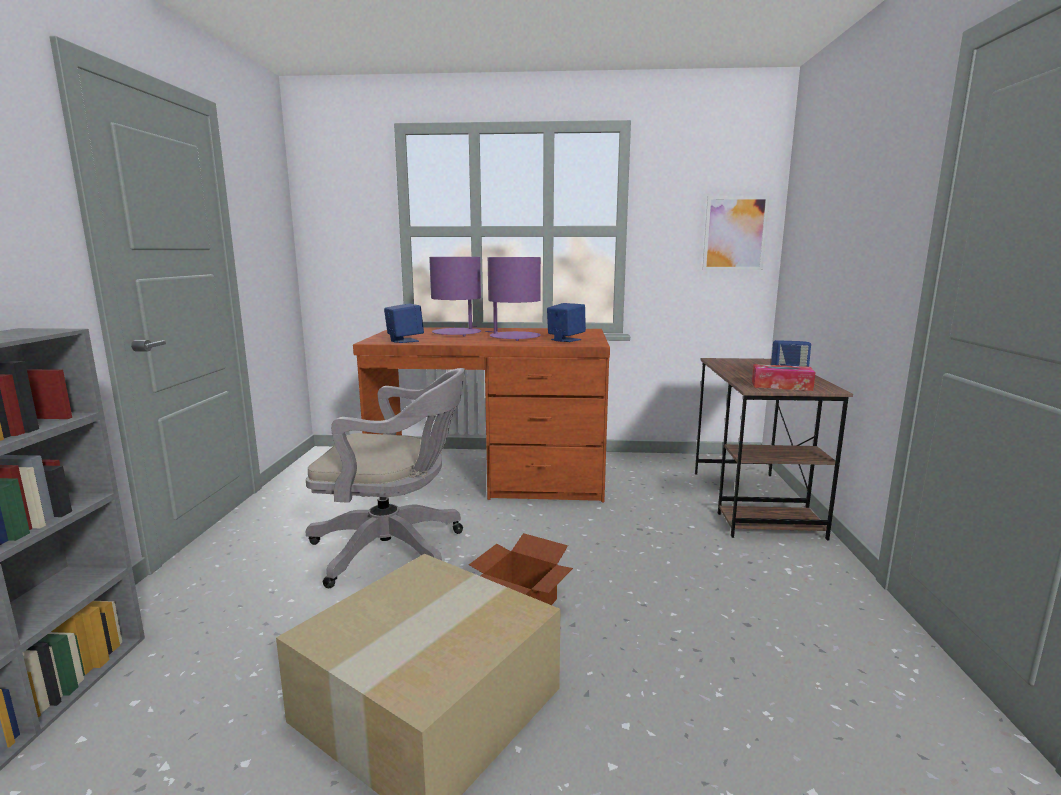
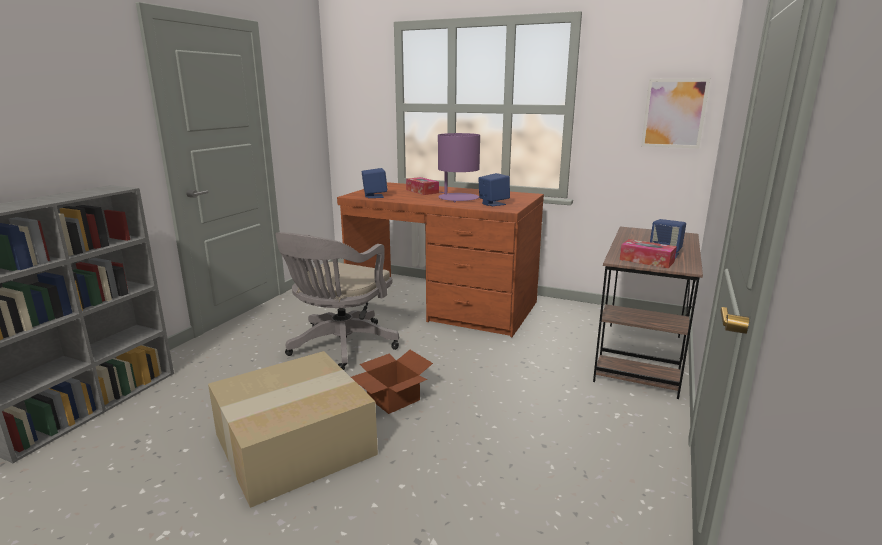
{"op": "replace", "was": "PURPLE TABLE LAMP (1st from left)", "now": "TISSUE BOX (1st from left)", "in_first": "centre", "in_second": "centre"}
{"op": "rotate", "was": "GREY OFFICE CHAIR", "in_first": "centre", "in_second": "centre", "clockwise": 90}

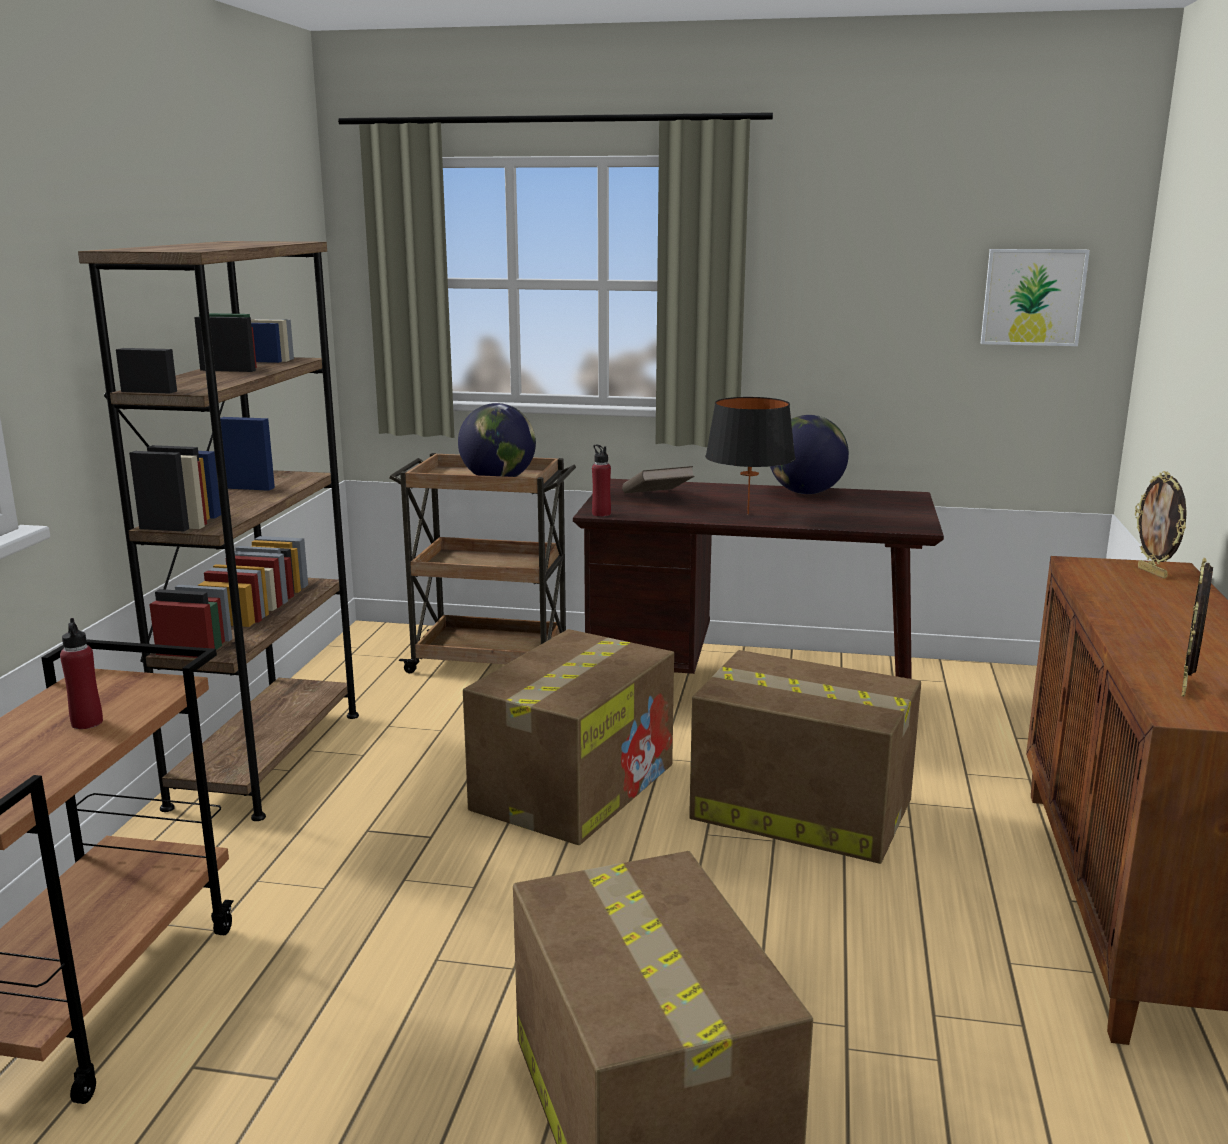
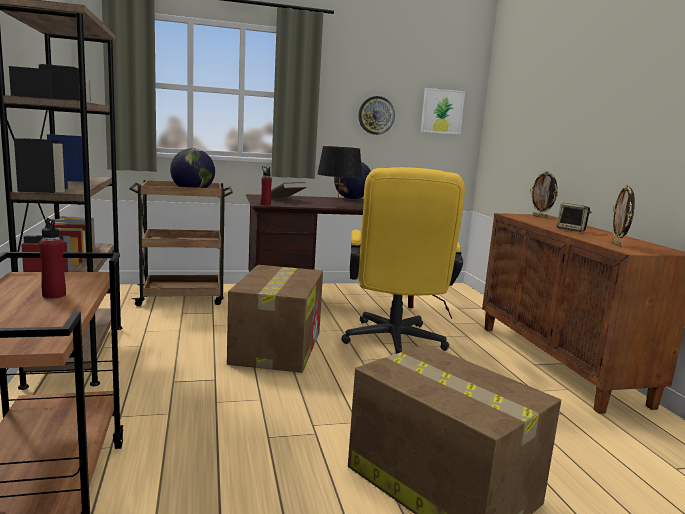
{"op": "insert", "now": "WALL CLOCK", "in_second": "top centre"}
{"op": "insert", "now": "SPEAKER", "in_second": "middle right"}
{"op": "replace", "was": "CARDBOARD BOX (3rd from left)", "now": "YELLOW OFFICE CHAIR", "in_first": "centre", "in_second": "centre"}

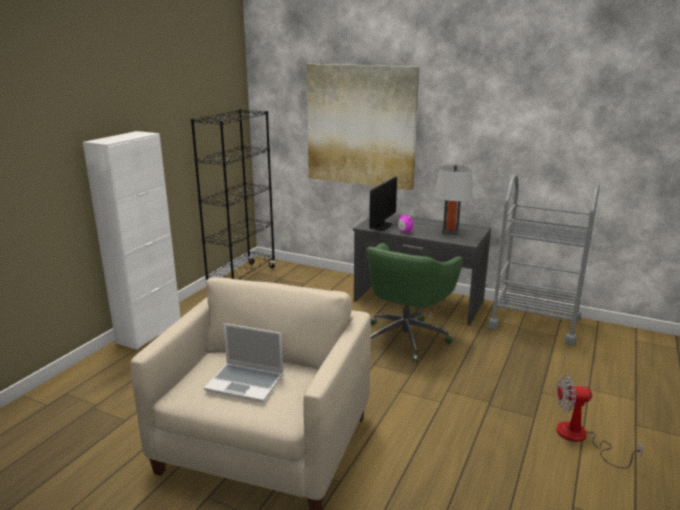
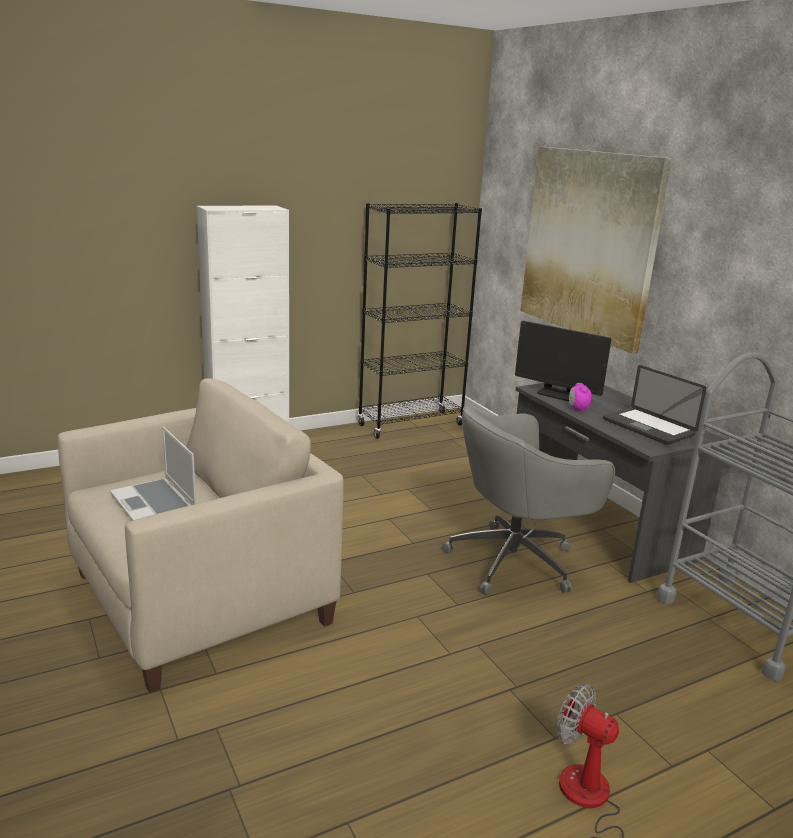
{"op": "replace", "was": "GREY TABLE LAMP", "now": "LAPTOP (2nd from left)", "in_first": "centre", "in_second": "middle right"}
{"op": "recolor", "was": "GREEN OFFICE CHAIR", "now": "GREY OFFICE CHAIR", "in_first": "centre", "in_second": "centre"}
{"op": "rotate", "was": "MONITOR", "in_first": "centre", "in_second": "middle right", "clockwise": 60}

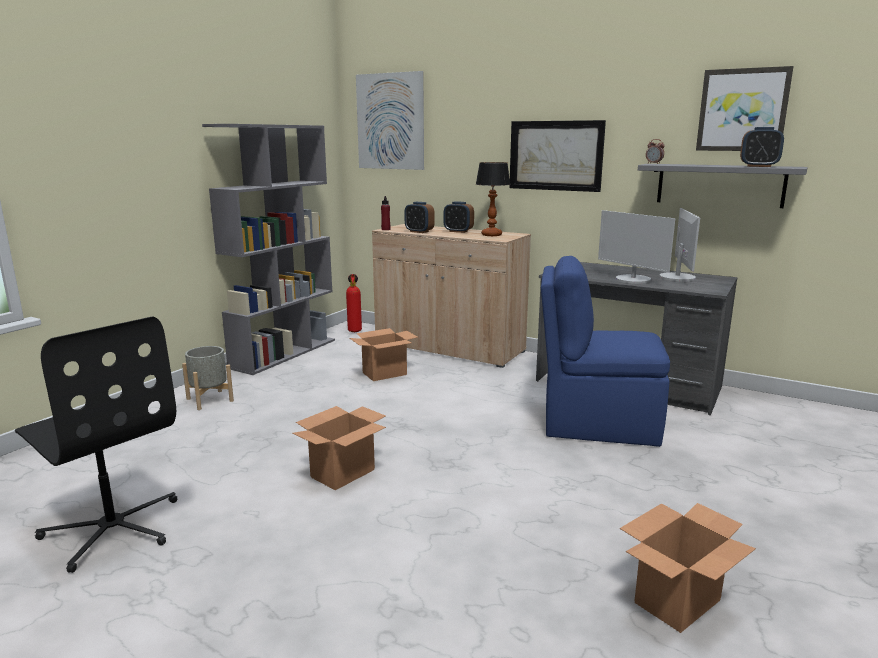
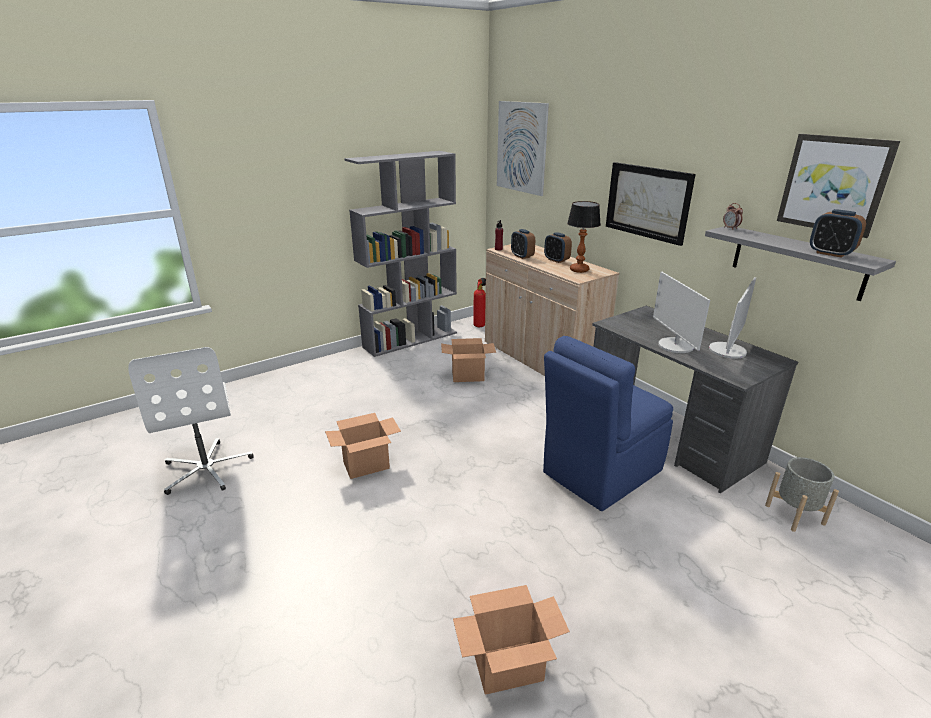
{"op": "move", "was": "GREY PLANTER", "in_first": "middle left", "in_second": "bottom right"}
{"op": "recolor", "was": "BLACK OFFICE CHAIR", "now": "WHITE OFFICE CHAIR", "in_first": "bottom left", "in_second": "middle left"}
{"op": "rotate", "was": "BLUE CHAIR", "in_first": "middle right", "in_second": "centre", "clockwise": -75}

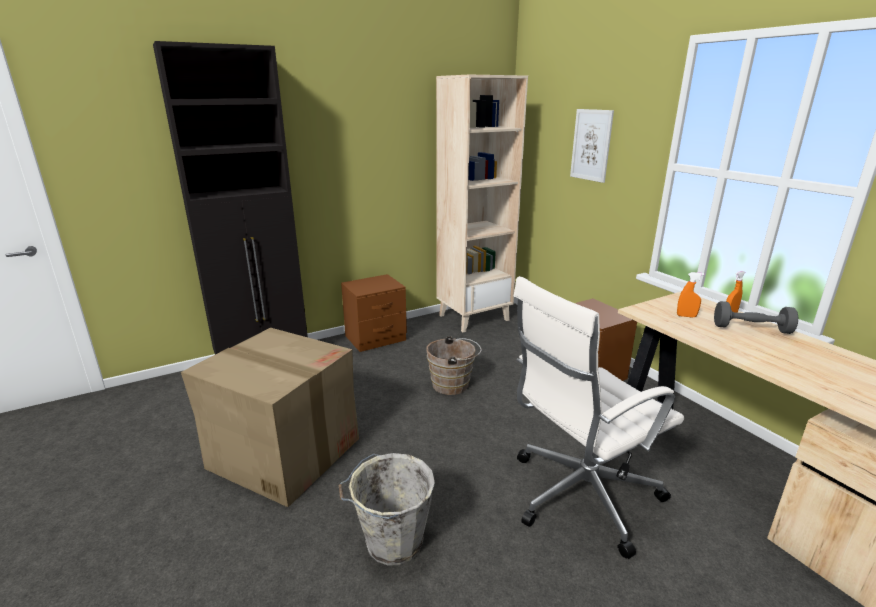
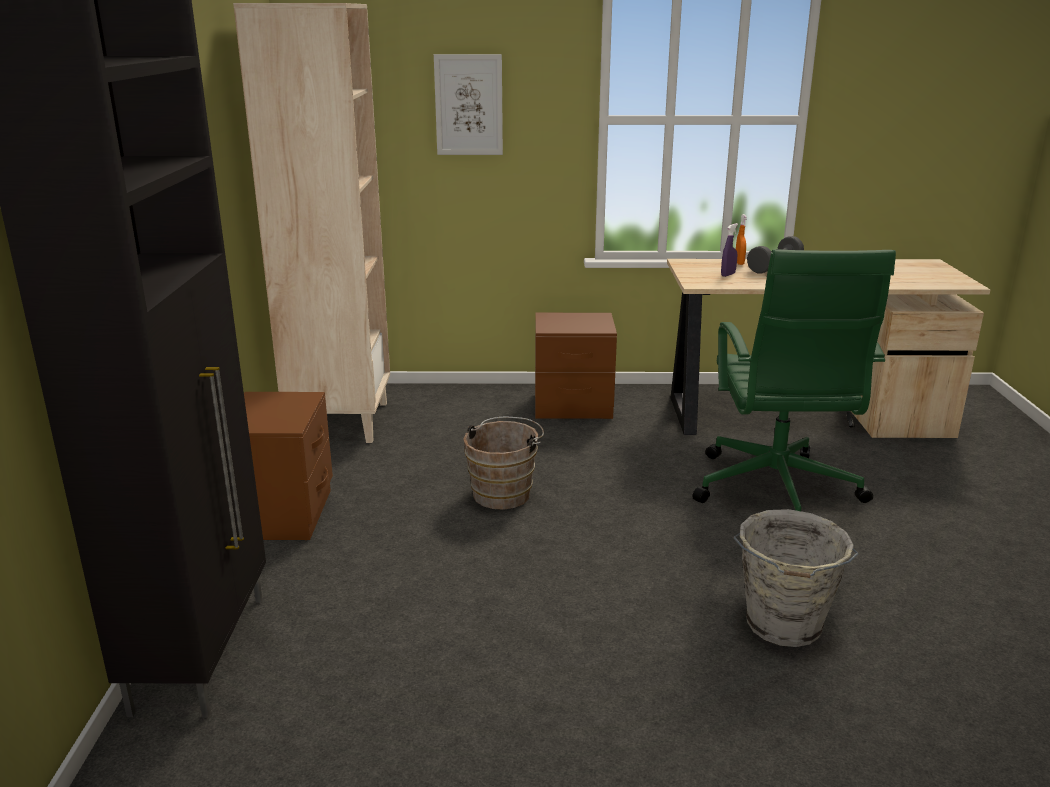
{"op": "delete", "was": "CARDBOARD BOX", "in_first": "bottom left"}
{"op": "recolor", "was": "WHITE OFFICE CHAIR", "now": "GREEN OFFICE CHAIR", "in_first": "bottom right", "in_second": "middle right"}
{"op": "recolor", "was": "ORANGE SPRAY BOTTLE (1st from left)", "now": "PURPLE SPRAY BOTTLE", "in_first": "middle right", "in_second": "top right"}

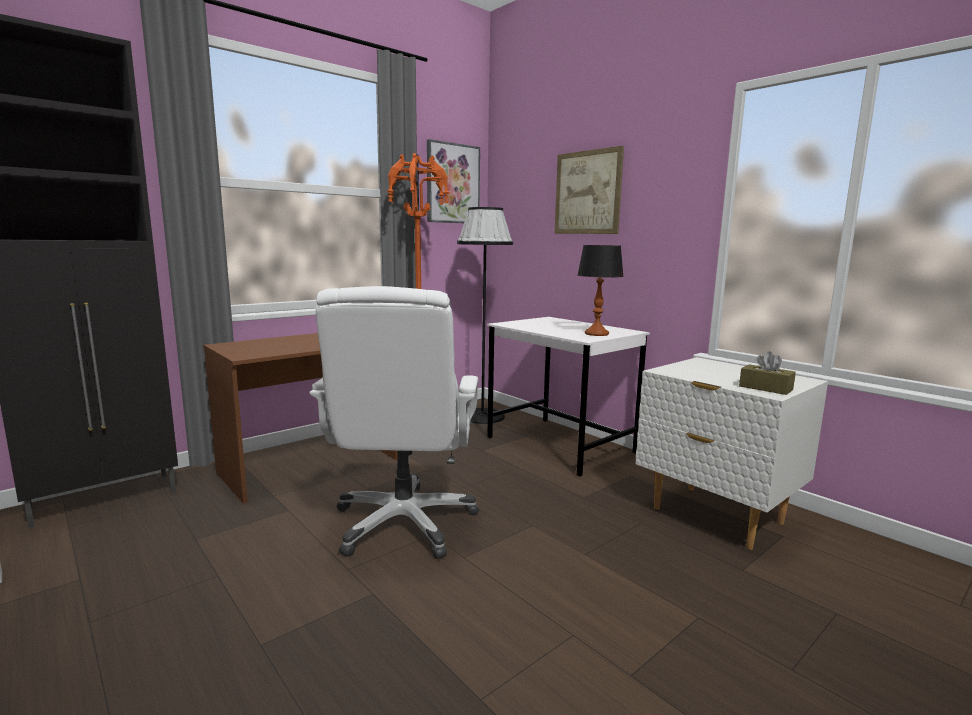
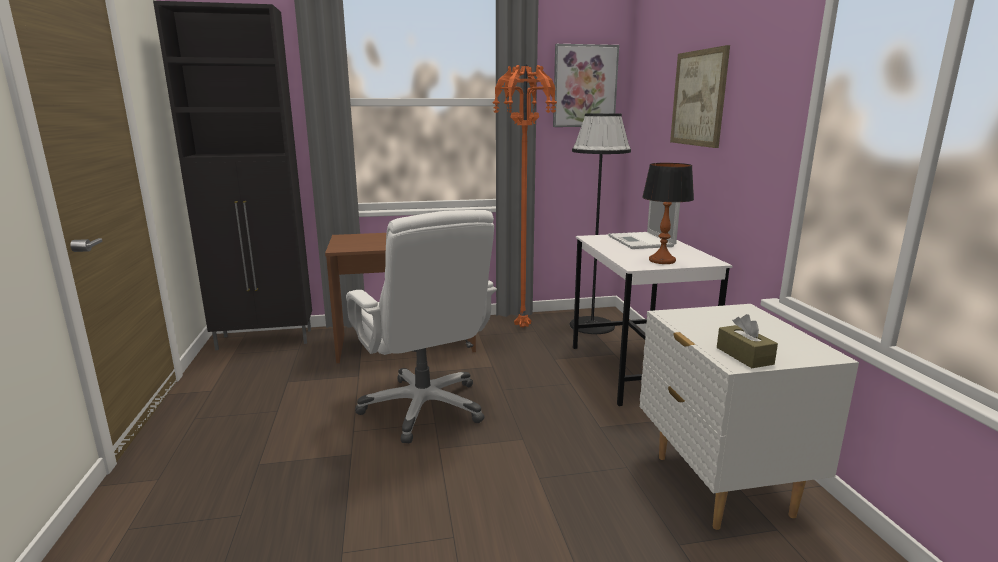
{"op": "insert", "now": "LAPTOP", "in_second": "centre"}
{"op": "rotate", "was": "WHITE OFFICE CHAIR", "in_first": "centre", "in_second": "centre", "clockwise": -60}

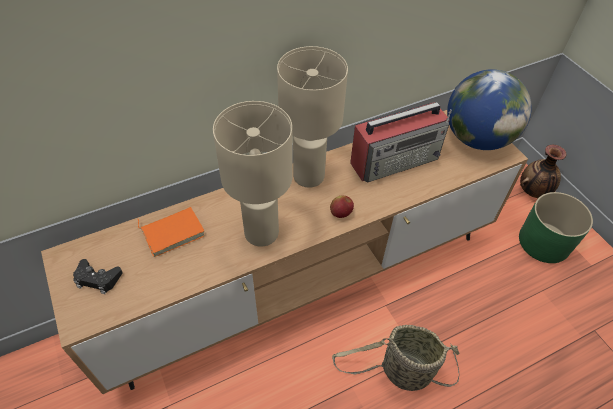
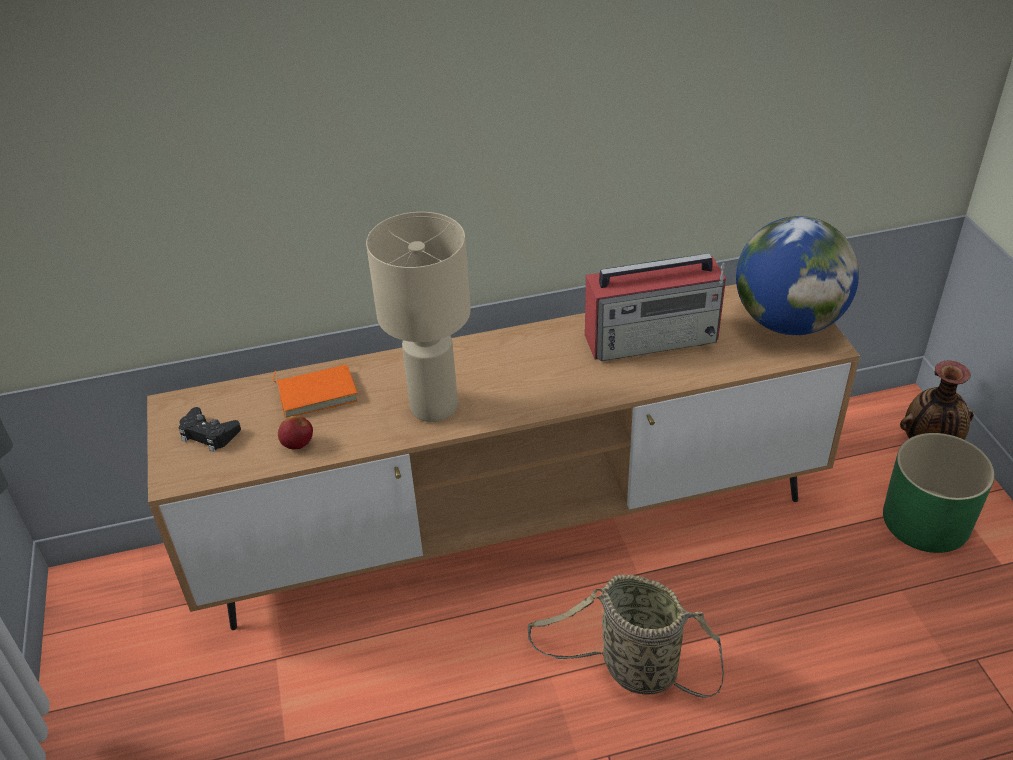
{"op": "delete", "was": "BEIGE TABLE LAMP (2nd from left)", "in_first": "top centre"}
{"op": "move", "was": "APPLE", "in_first": "centre", "in_second": "middle left"}

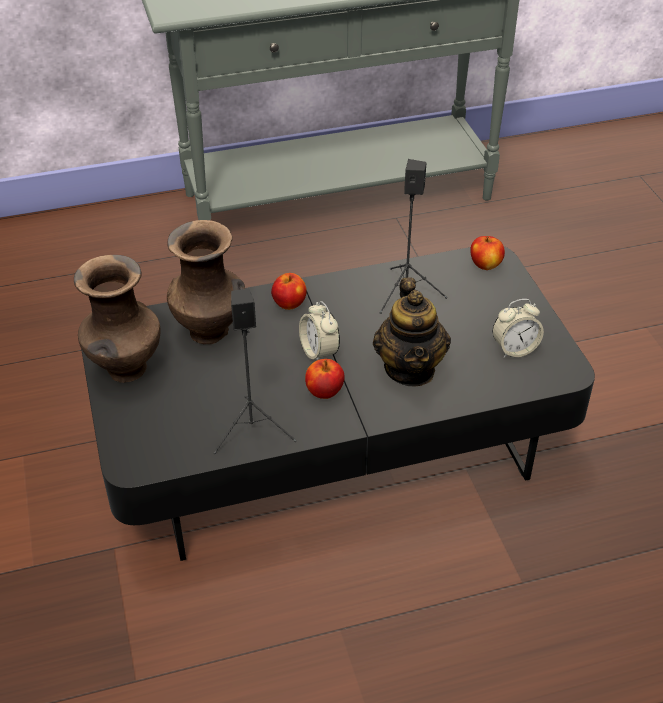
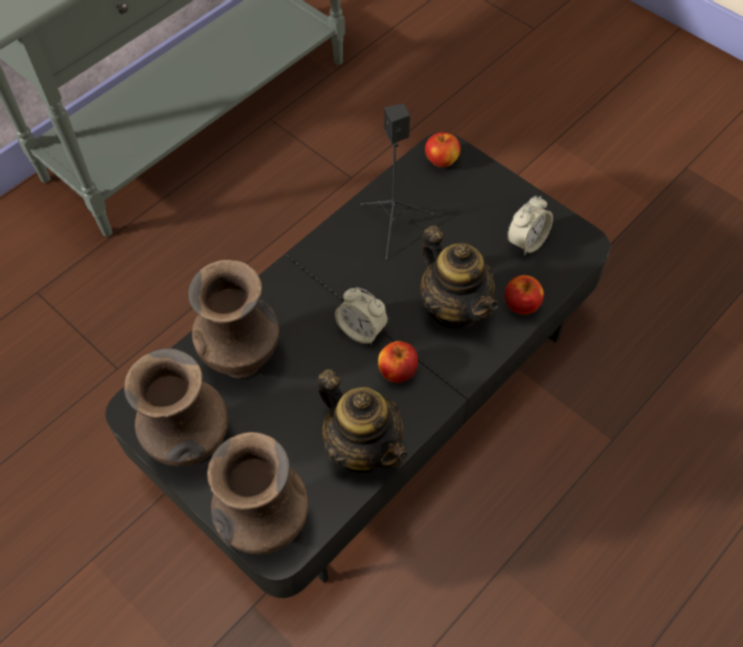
{"op": "insert", "now": "BROWN VASE (3rd from left)", "in_second": "bottom centre"}
{"op": "move", "was": "APPLE (1st from left in the first image)", "now": "APPLE (3rd from left)", "in_first": "centre", "in_second": "middle right"}
{"op": "replace", "was": "BLACK SPEAKER (1st from left)", "now": "TEAPOT (1st from left)", "in_first": "centre", "in_second": "centre"}

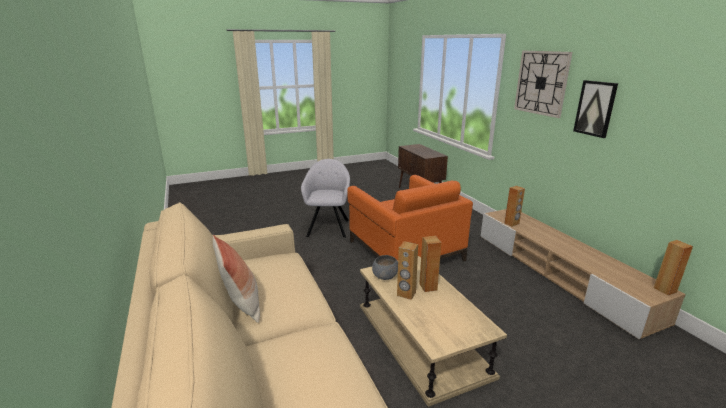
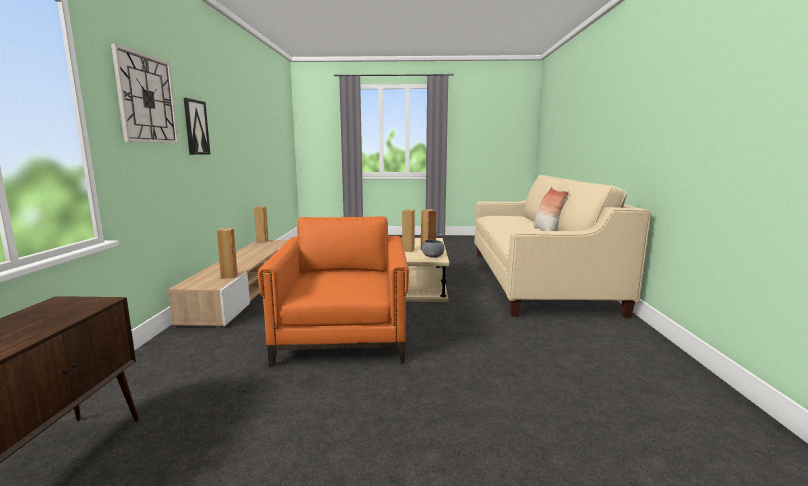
{"op": "delete", "was": "GREY ARMCHAIR", "in_first": "centre"}

